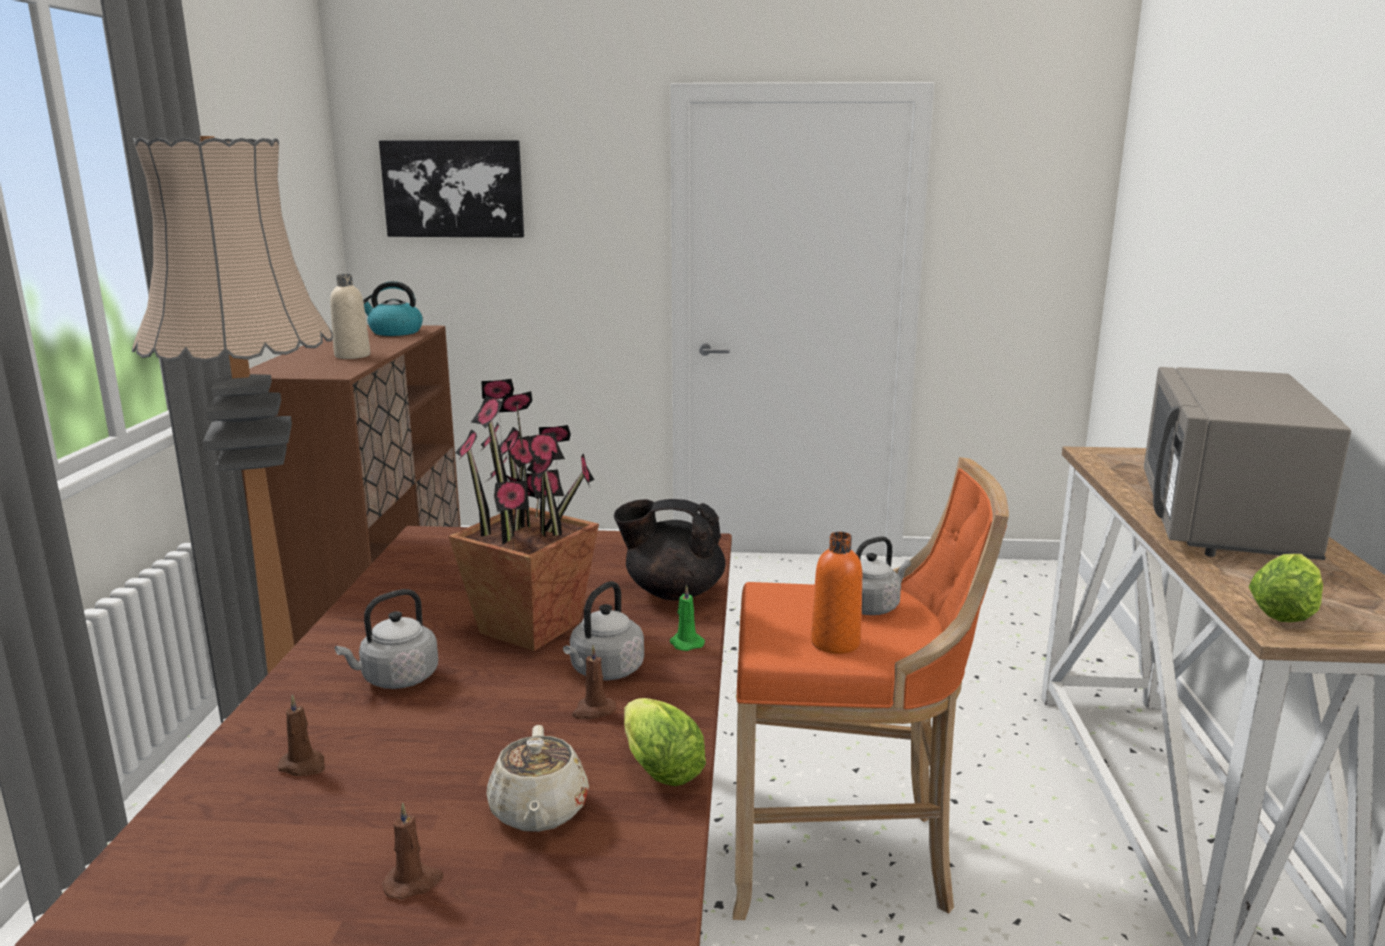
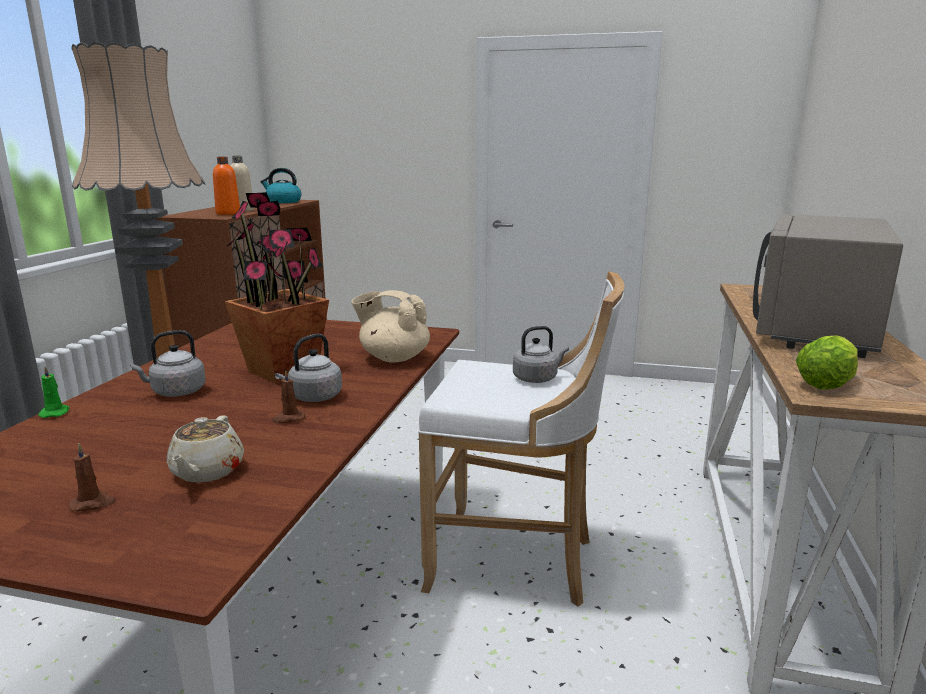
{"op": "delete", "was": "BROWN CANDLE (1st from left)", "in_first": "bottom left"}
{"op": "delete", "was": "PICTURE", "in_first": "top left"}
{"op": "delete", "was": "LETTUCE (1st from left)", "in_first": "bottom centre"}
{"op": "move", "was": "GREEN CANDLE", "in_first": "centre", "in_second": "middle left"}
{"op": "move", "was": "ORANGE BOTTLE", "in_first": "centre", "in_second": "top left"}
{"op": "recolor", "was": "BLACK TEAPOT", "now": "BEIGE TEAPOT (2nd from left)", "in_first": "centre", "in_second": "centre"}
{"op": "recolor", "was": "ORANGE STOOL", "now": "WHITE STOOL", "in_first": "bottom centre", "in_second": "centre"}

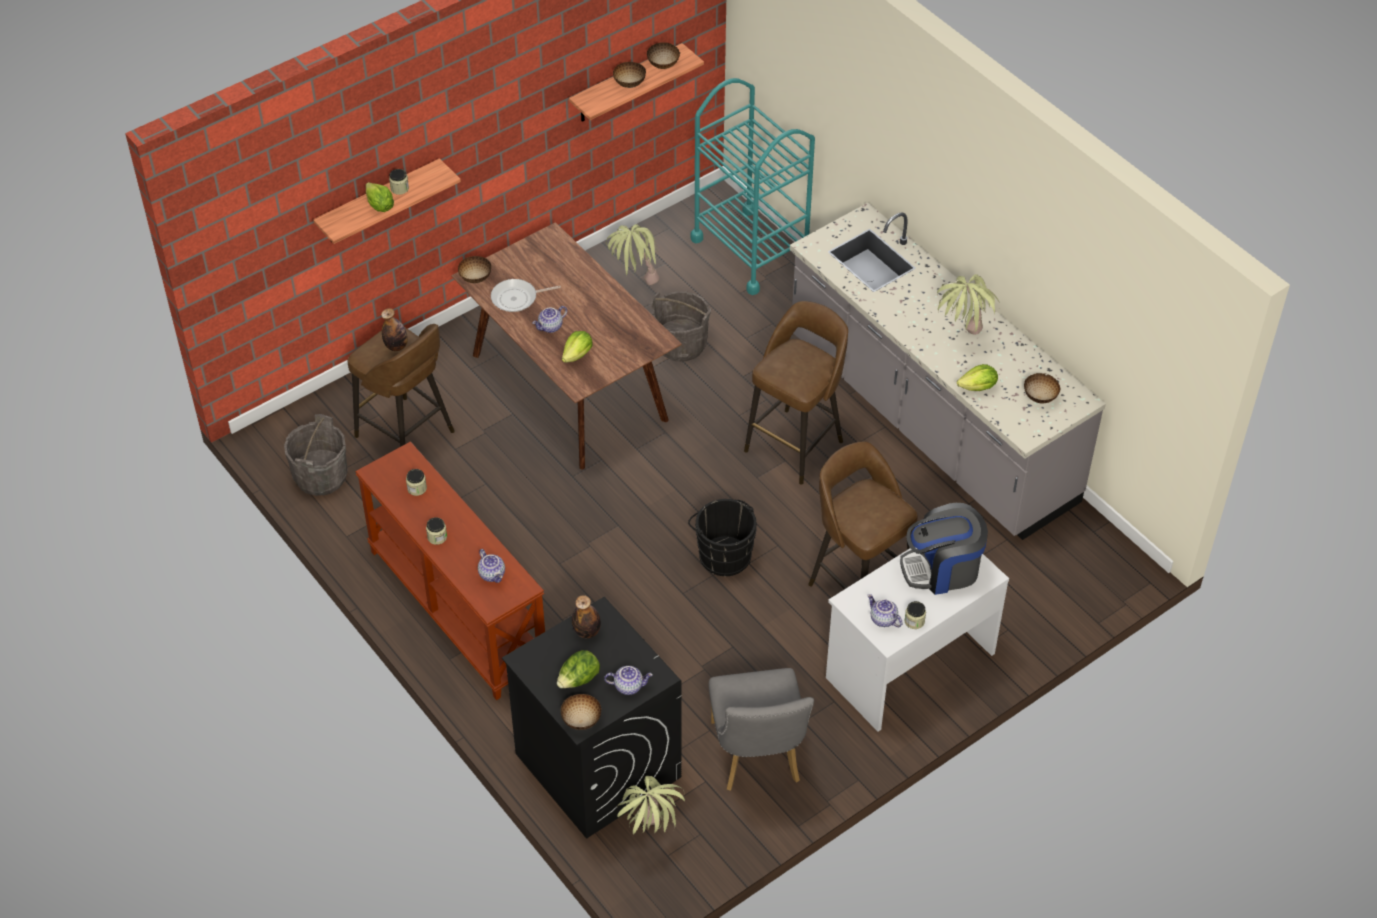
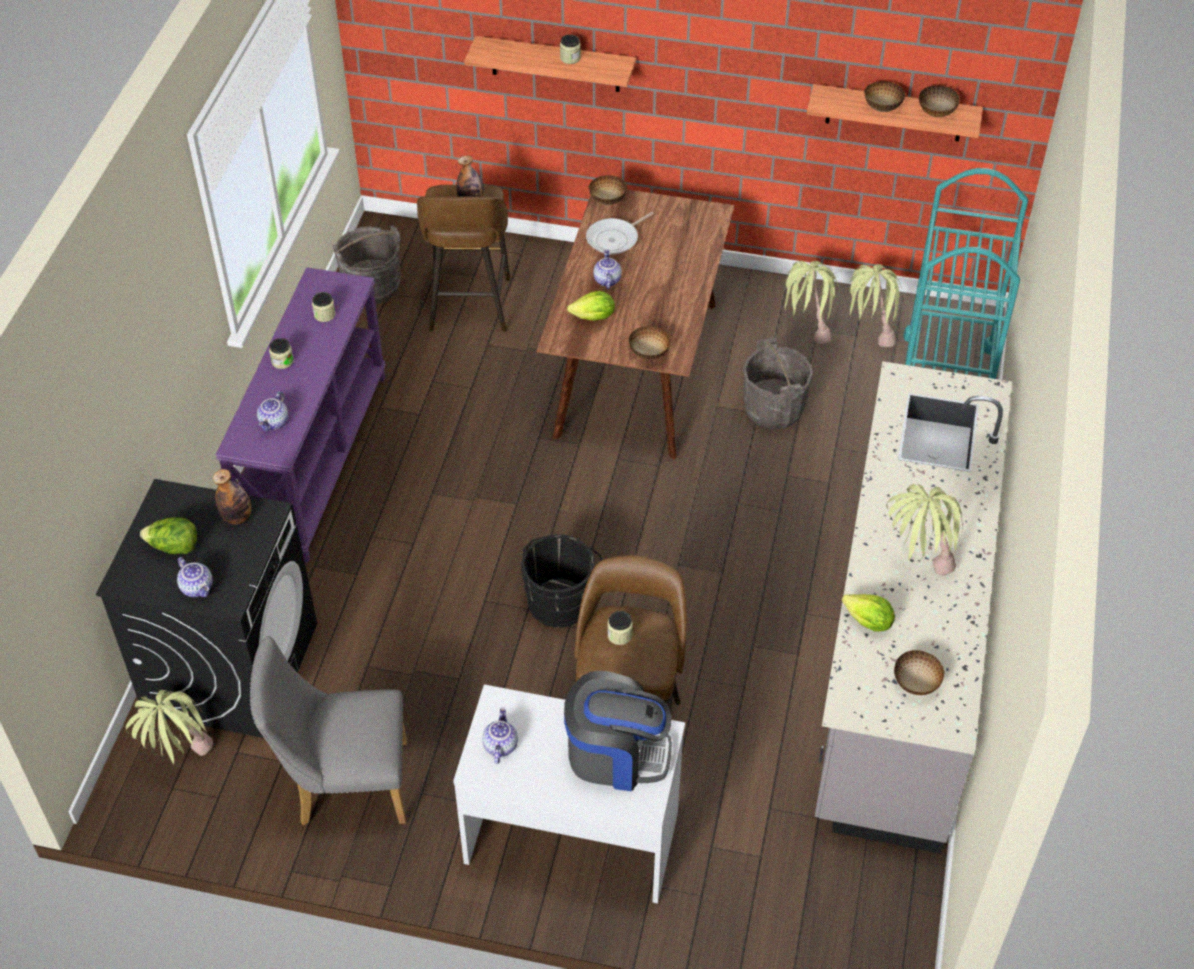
{"op": "delete", "was": "LETTUCE (1st from left)", "in_first": "top left"}
{"op": "delete", "was": "BROWN STOOL (2nd from left)", "in_first": "centre"}
{"op": "insert", "now": "POTTED PLANT (3rd from left)", "in_second": "top right"}
{"op": "move", "was": "BOWL (2nd from left)", "in_first": "bottom centre", "in_second": "centre"}
{"op": "move", "was": "JAR (4th from left)", "in_first": "bottom centre", "in_second": "centre"}
{"op": "recolor", "was": "BROWN CONSOLE TABLE", "now": "PURPLE CONSOLE TABLE", "in_first": "middle left", "in_second": "middle left"}
{"op": "rotate", "was": "FRYING PAN", "in_first": "top centre", "in_second": "top centre", "clockwise": -75}
{"op": "rotate", "was": "TEAPOT (2nd from left in the first image)", "in_first": "centre", "in_second": "top centre", "clockwise": 75}
{"op": "rotate", "was": "GREY CHAIR", "in_first": "bottom centre", "in_second": "bottom left", "clockwise": 45}
{"op": "rotate", "was": "COFFEE MACHINE", "in_first": "middle right", "in_second": "bottom centre", "clockwise": 150}

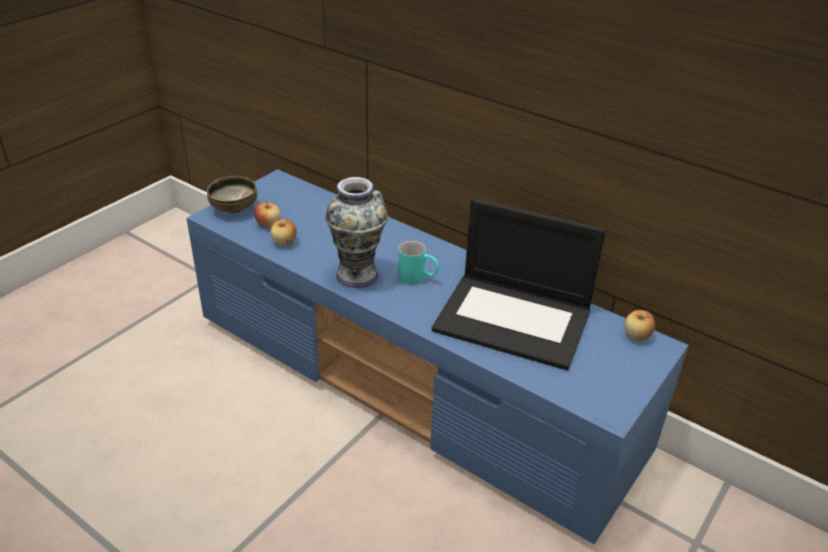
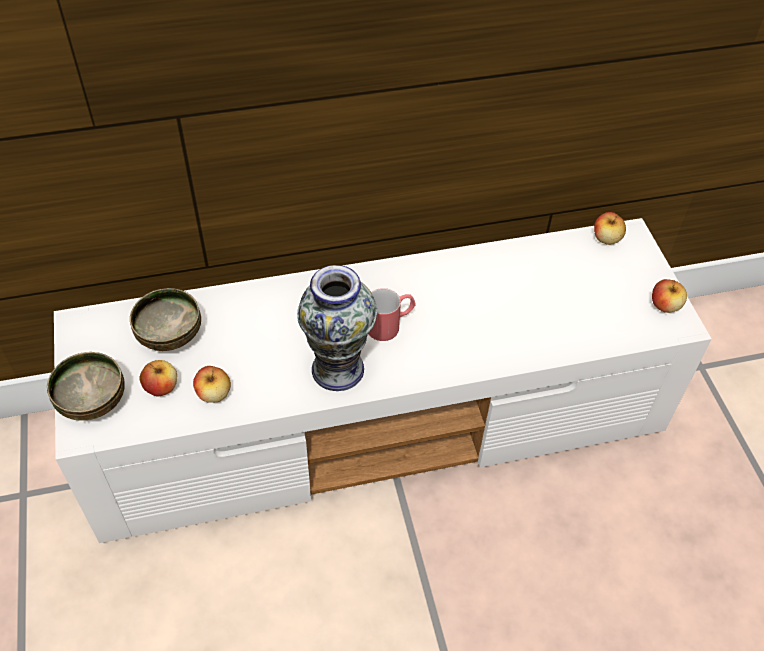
{"op": "delete", "was": "LAPTOP", "in_first": "centre"}
{"op": "insert", "now": "BOWL (2nd from left)", "in_second": "middle left"}
{"op": "insert", "now": "APPLE (4th from left)", "in_second": "middle right"}
{"op": "recolor", "was": "BLUE TV STAND", "now": "WHITE TV STAND", "in_first": "centre", "in_second": "centre"}
{"op": "recolor", "was": "TURQUOISE MUG", "now": "RED MUG", "in_first": "centre", "in_second": "centre"}

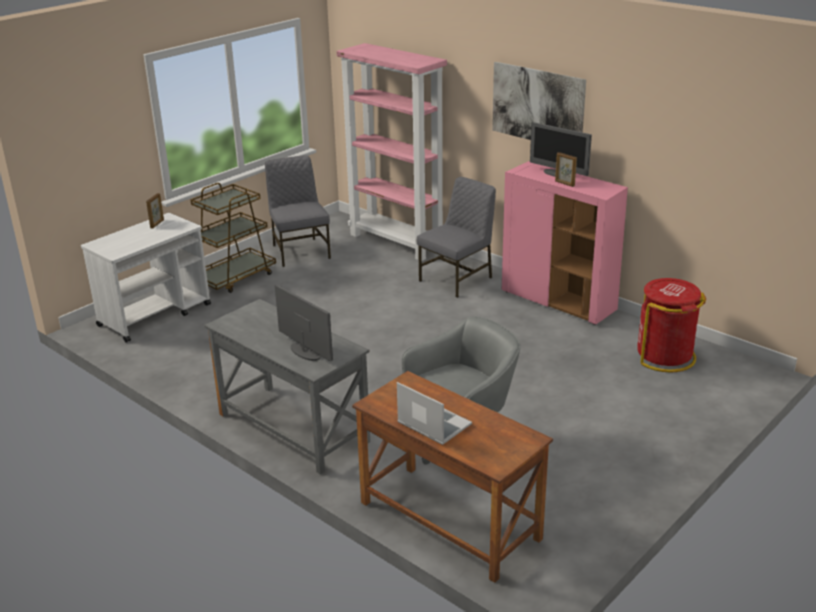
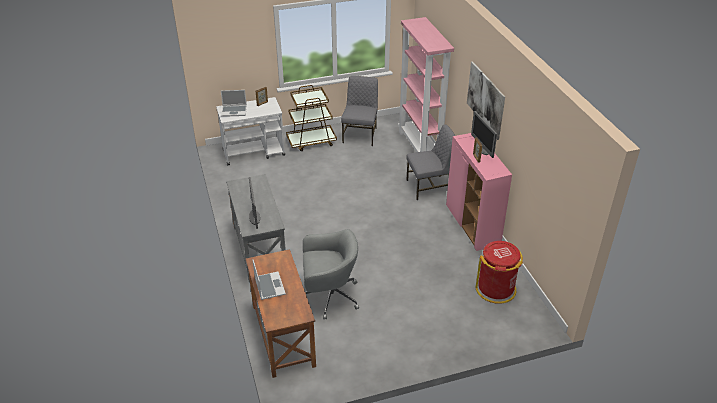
{"op": "insert", "now": "LAPTOP (1st from left)", "in_second": "top left"}

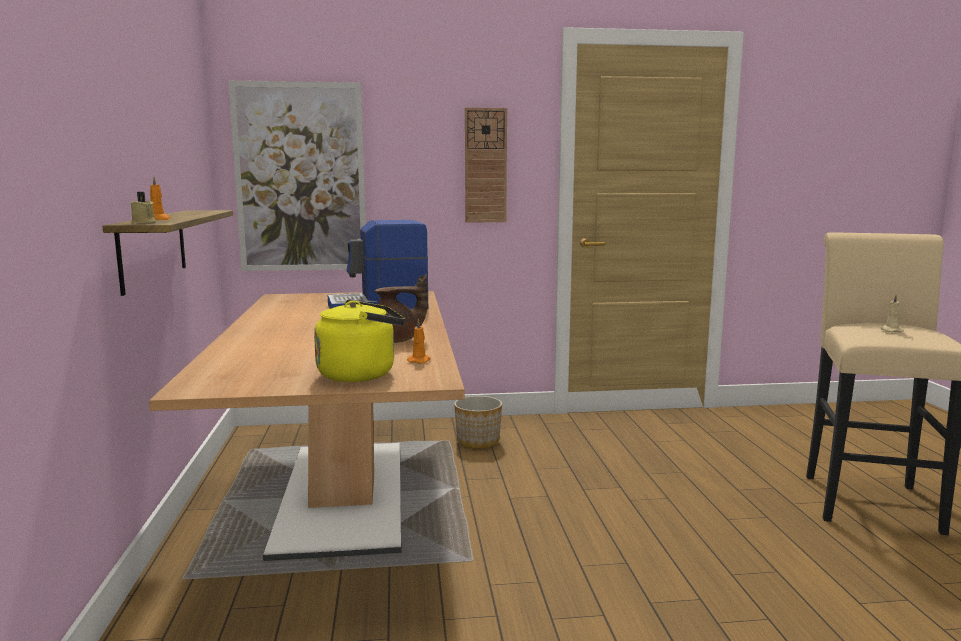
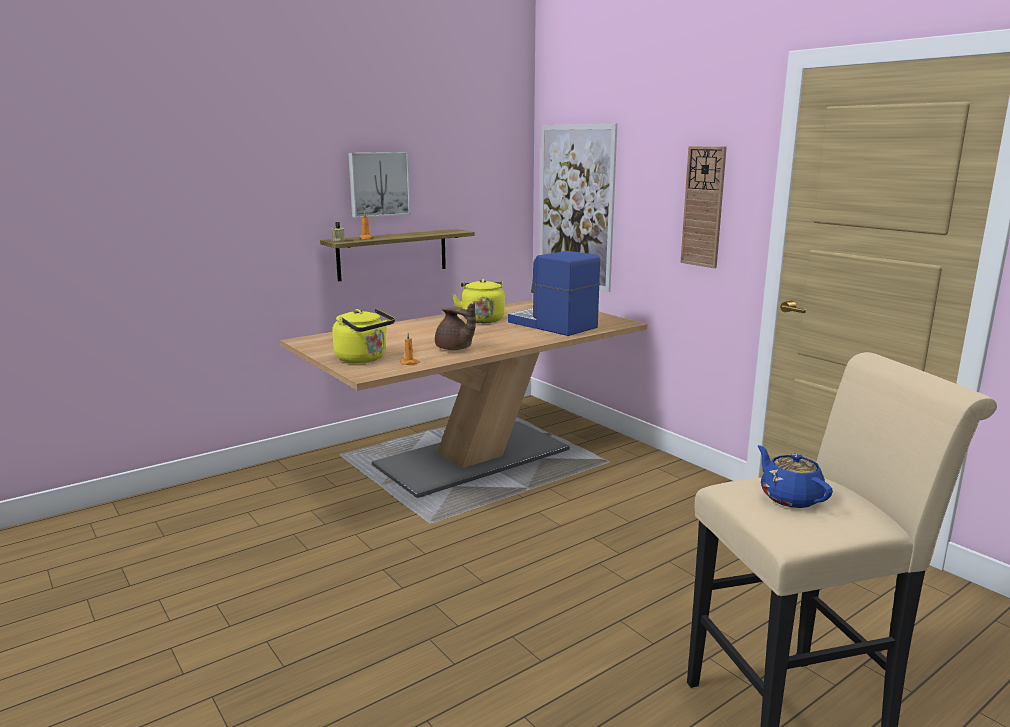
{"op": "delete", "was": "PLANTER", "in_first": "centre"}
{"op": "insert", "now": "PICTURE (1st from left)", "in_second": "top centre"}
{"op": "insert", "now": "YELLOW KETTLE (2nd from left)", "in_second": "centre"}
{"op": "replace", "was": "BEIGE CANDLE (2nd from left)", "now": "BLUE TEAPOT", "in_first": "middle right", "in_second": "middle right"}

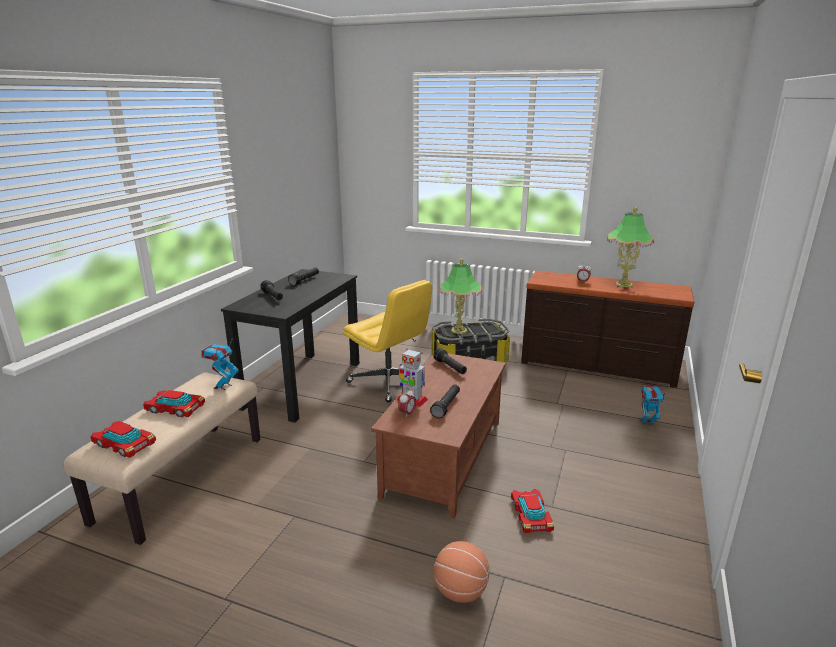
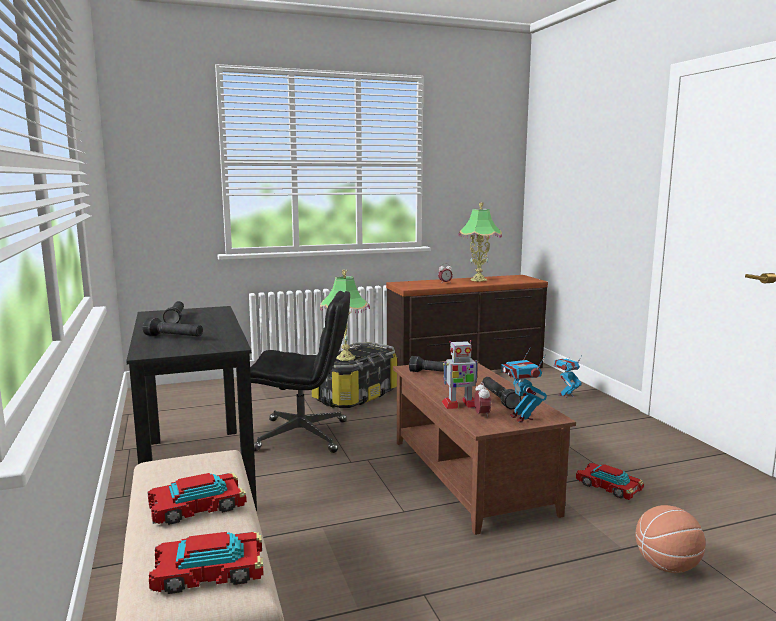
{"op": "move", "was": "TOY ROBOT (1st from left in the first image)", "now": "TOY ROBOT (2nd from left)", "in_first": "middle left", "in_second": "middle right"}
{"op": "recolor", "was": "YELLOW OFFICE CHAIR", "now": "BLACK OFFICE CHAIR", "in_first": "centre", "in_second": "centre"}

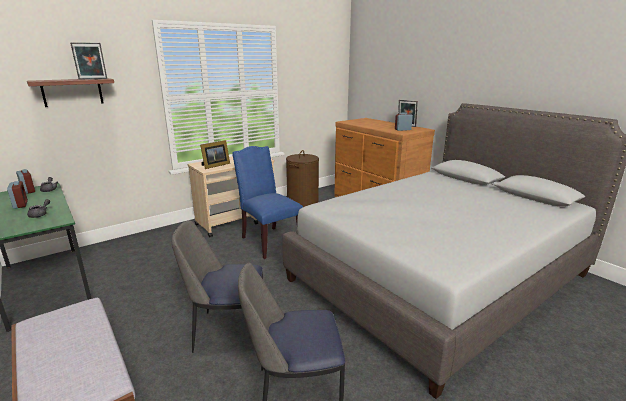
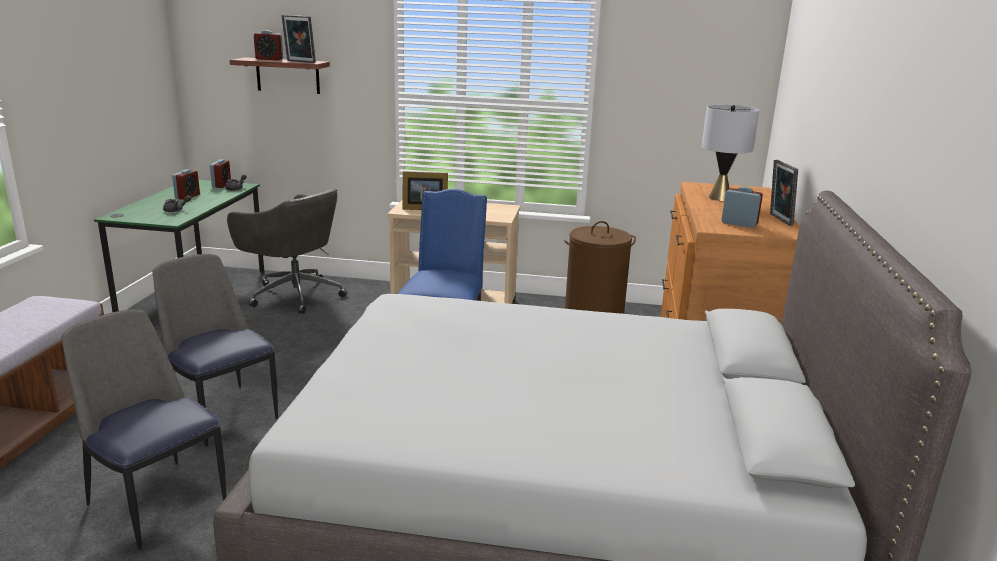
{"op": "insert", "now": "GREY OFFICE CHAIR", "in_second": "middle left"}
{"op": "insert", "now": "ALARM CLOCK (3rd from left)", "in_second": "top left"}
{"op": "insert", "now": "GREY TABLE LAMP", "in_second": "top right"}

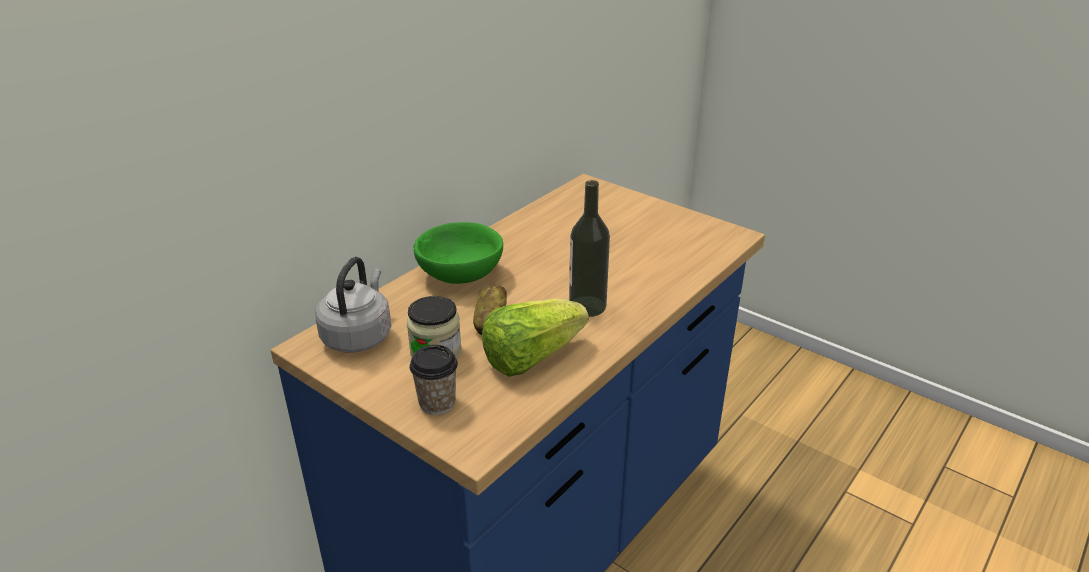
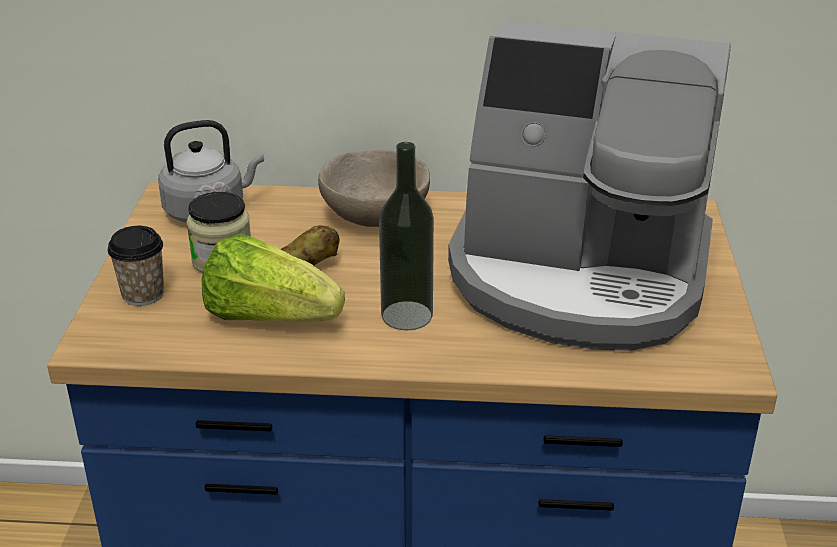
{"op": "insert", "now": "COFFEE MACHINE", "in_second": "middle right"}
{"op": "recolor", "was": "GREEN BOWL", "now": "BEIGE BOWL", "in_first": "centre", "in_second": "centre"}

